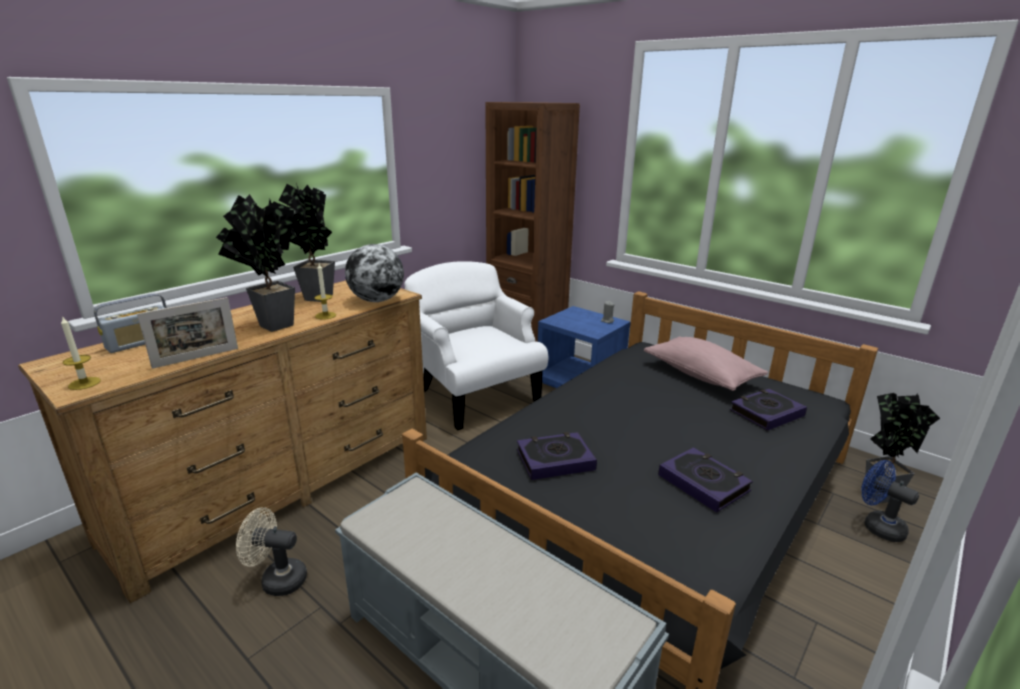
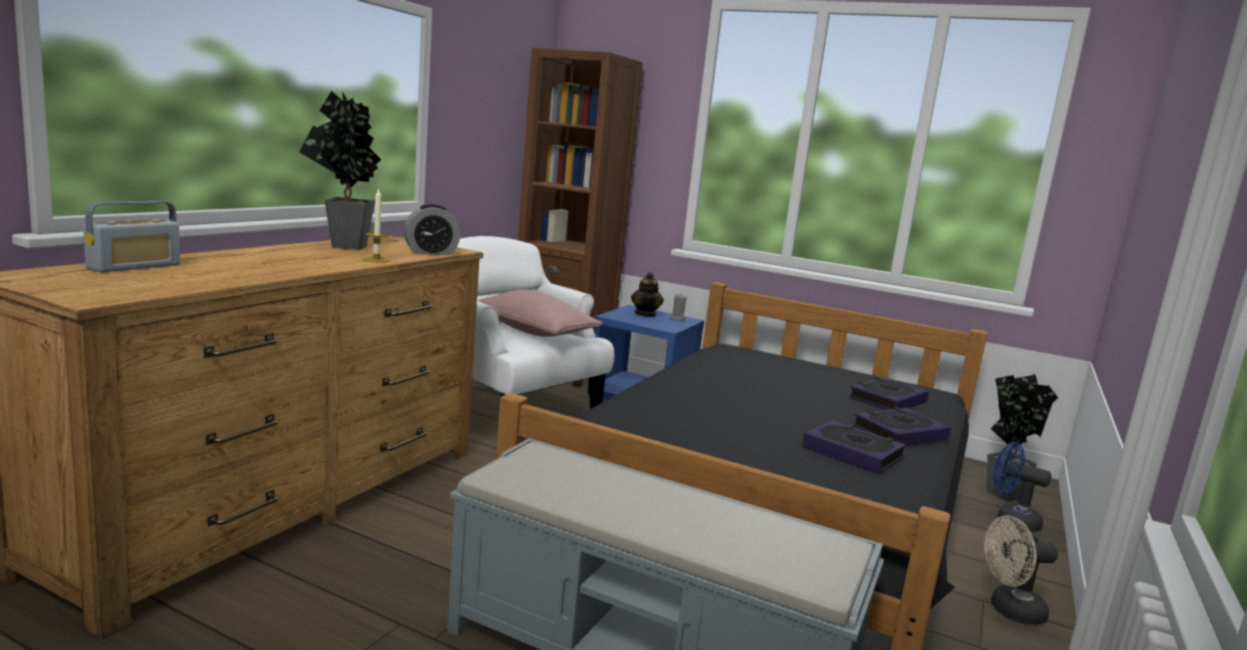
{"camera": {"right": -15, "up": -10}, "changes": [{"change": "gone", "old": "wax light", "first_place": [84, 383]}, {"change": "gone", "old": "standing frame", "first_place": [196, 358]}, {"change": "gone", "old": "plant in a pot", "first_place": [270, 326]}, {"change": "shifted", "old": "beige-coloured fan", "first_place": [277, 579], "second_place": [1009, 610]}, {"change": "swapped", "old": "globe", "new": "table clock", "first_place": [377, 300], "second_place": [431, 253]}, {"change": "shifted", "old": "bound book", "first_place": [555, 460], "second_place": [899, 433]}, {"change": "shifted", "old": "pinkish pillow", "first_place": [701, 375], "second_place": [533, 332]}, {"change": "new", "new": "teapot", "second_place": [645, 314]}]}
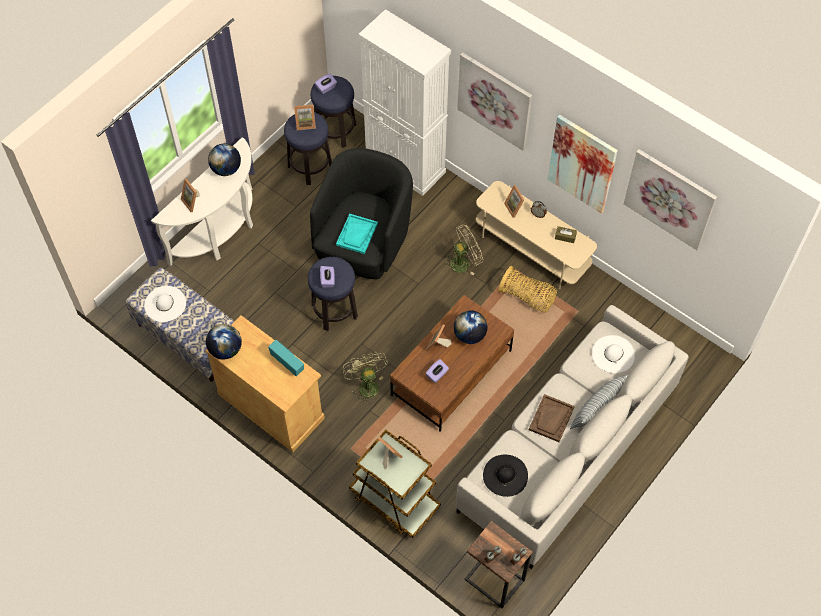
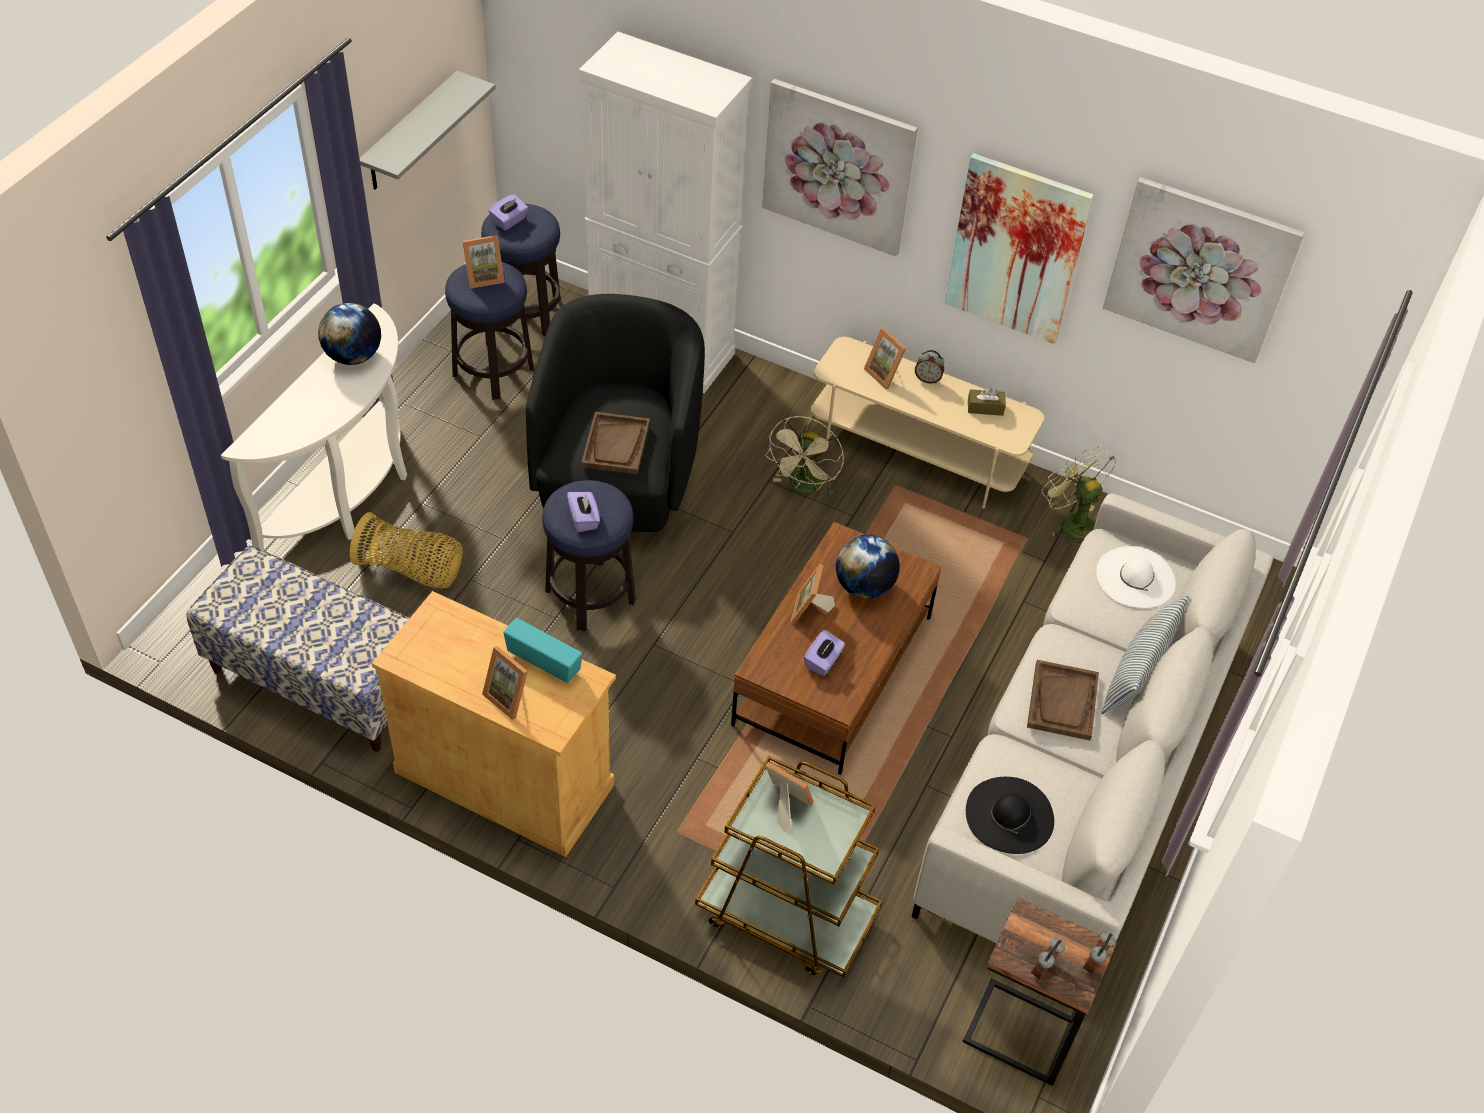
{"camera": {"right": -15, "up": -10}, "changes": [{"change": "gone", "old": "whitish hat", "first_place": [165, 304]}, {"change": "shifted", "old": "standing frame", "first_place": [193, 202], "second_place": [510, 696]}, {"change": "gone", "old": "globe", "first_place": [225, 350]}, {"change": "repainted", "old": "blue-green tray", "new": "brown-coloured tray", "first_place": [357, 234], "second_place": [616, 445]}, {"change": "shifted", "old": "green-coloured fan", "first_place": [366, 385], "second_place": [1071, 521]}, {"change": "rotated", "old": "beige-coloured fan", "first_place": [463, 262], "second_place": [804, 487], "degrees": 150}, {"change": "shifted", "old": "household basket", "first_place": [527, 297], "second_place": [411, 570]}, {"change": "new", "new": "gray bracket shelf", "second_place": [410, 133]}]}
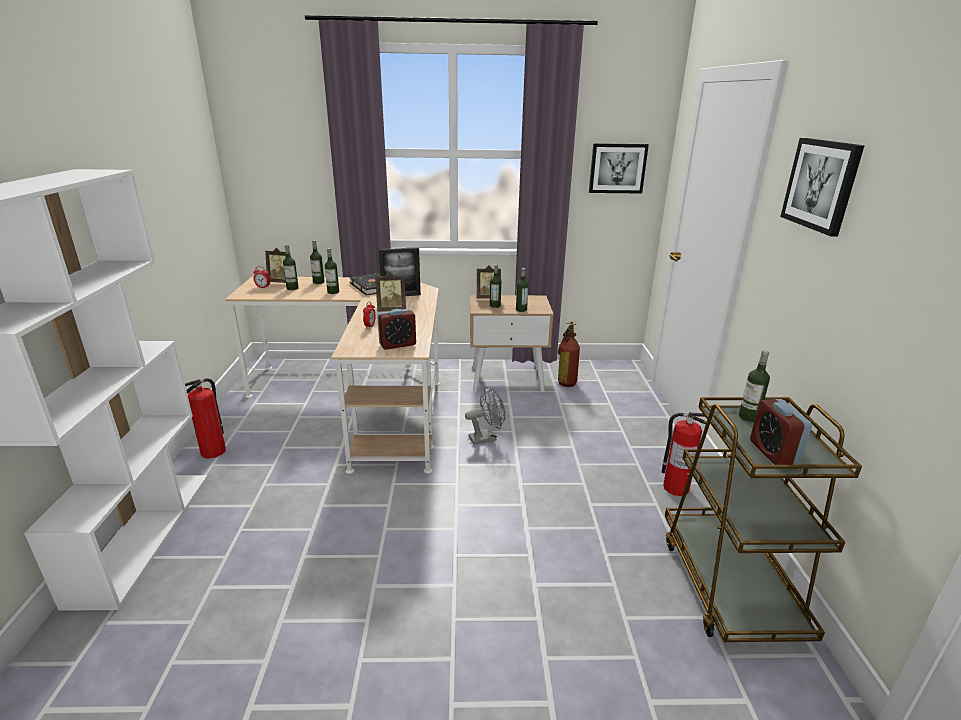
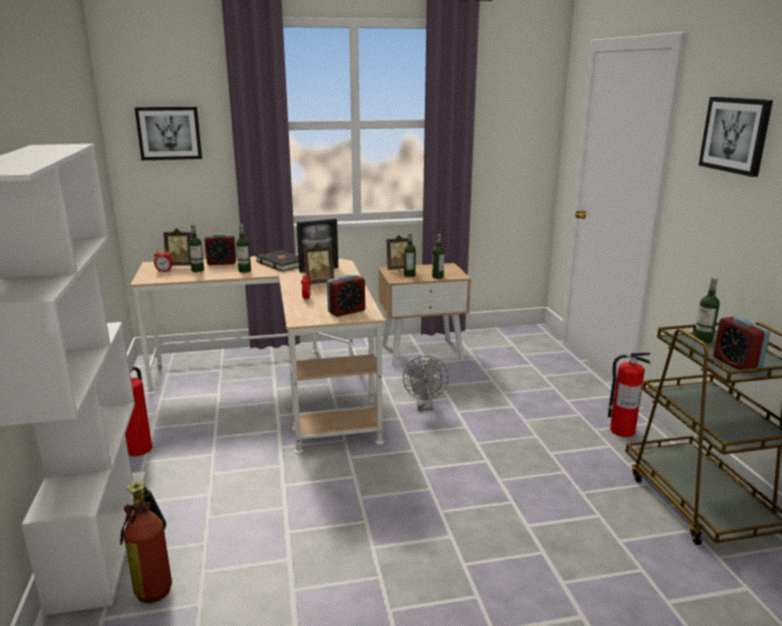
{"camera": {"right": -10, "up": -5}, "changes": [{"change": "swapped", "old": "bottle", "new": "table clock", "first_place": [318, 282], "second_place": [222, 263]}, {"change": "rotated", "old": "gray fan", "first_place": [486, 438], "second_place": [425, 406], "degrees": 120}, {"change": "shifted", "old": "extinguisher", "first_place": [565, 380], "second_place": [155, 581]}, {"change": "shifted", "old": "wall art", "first_place": [617, 168], "second_place": [169, 133]}]}
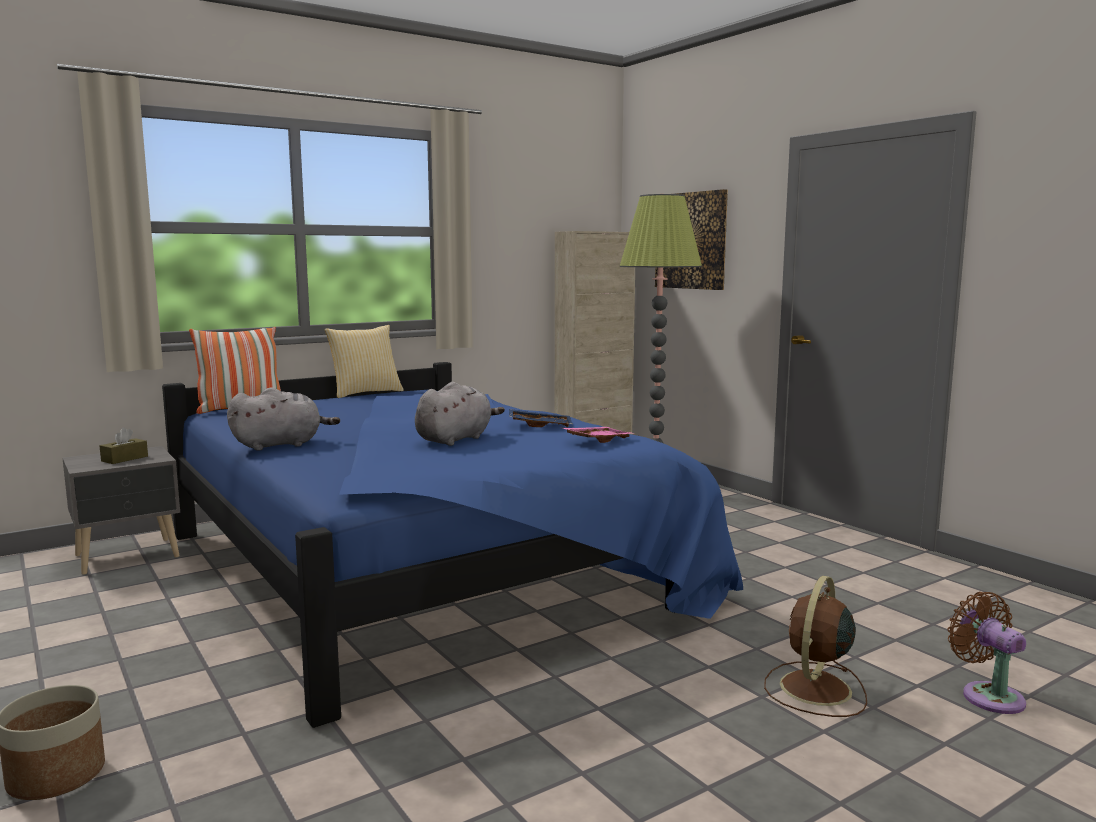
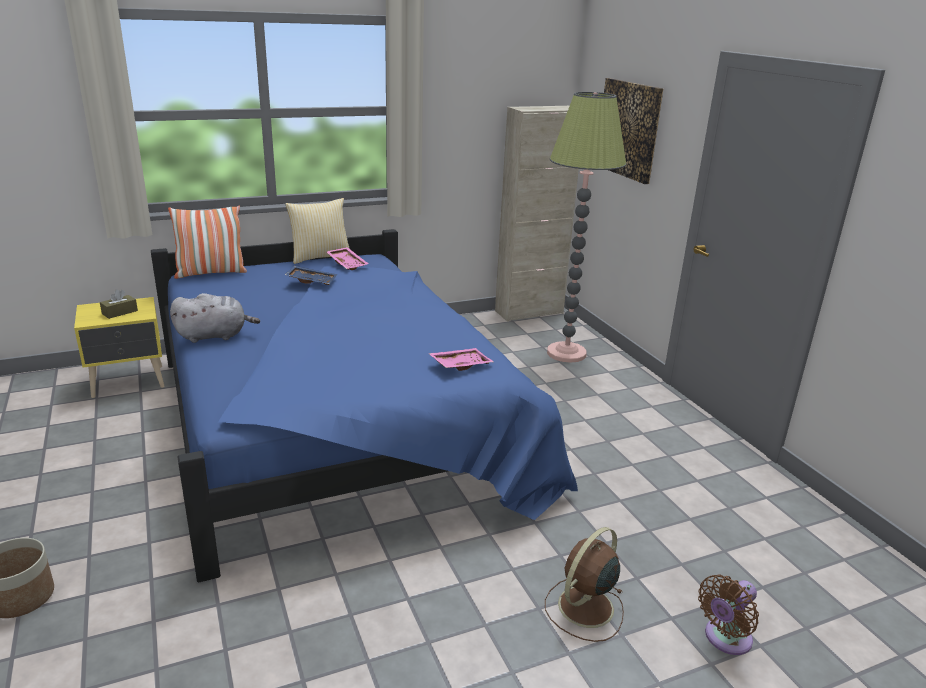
{"camera": {"right": 10, "up": 15}, "changes": [{"change": "repainted", "old": "gray night table", "new": "yellowish night table", "first_place": [129, 556], "second_place": [129, 382]}, {"change": "gone", "old": "gray cuddly toy", "first_place": [456, 439]}, {"change": "shifted", "old": "bluish tray", "first_place": [540, 425], "second_place": [312, 281]}, {"change": "rotated", "old": "brown-coloured fan", "first_place": [988, 695], "second_place": [725, 639], "degrees": -120}, {"change": "new", "new": "pinkish tray", "second_place": [348, 263]}]}
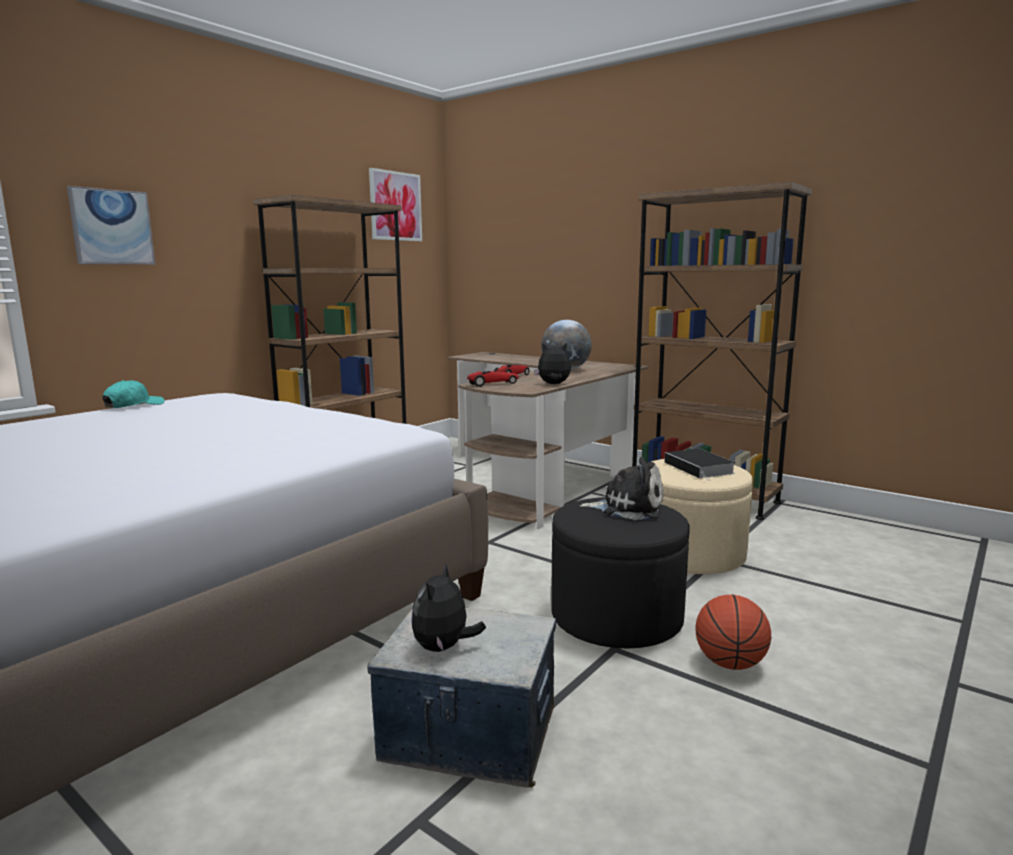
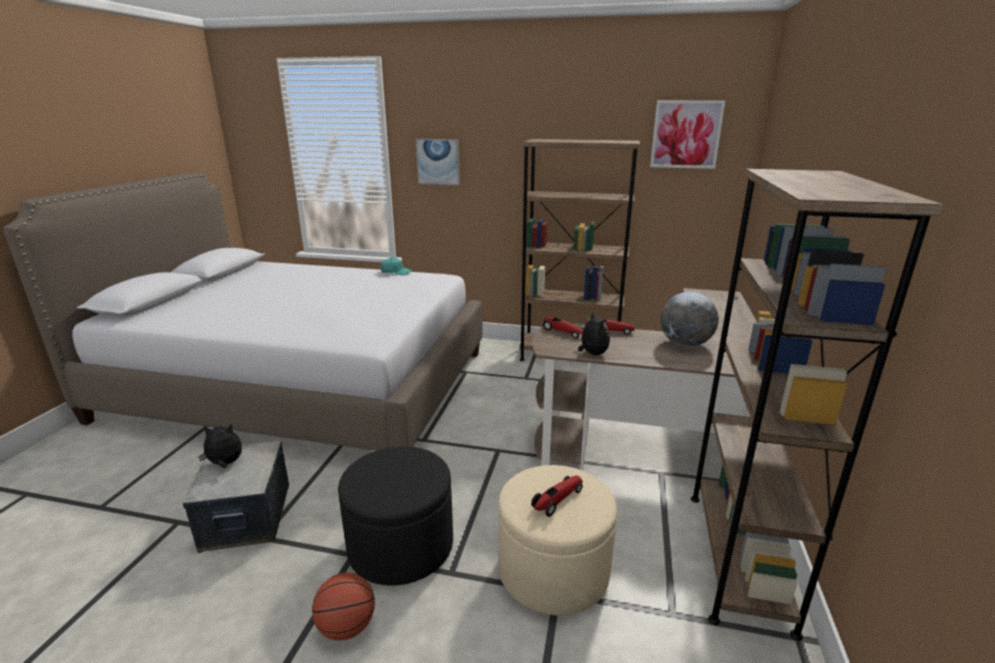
{"camera": {"right": 65, "up": 10}, "changes": [{"change": "gone", "old": "cuddly toy", "first_place": [628, 508]}, {"change": "swapped", "old": "bound book", "new": "toy car", "first_place": [700, 468], "second_place": [557, 500]}]}
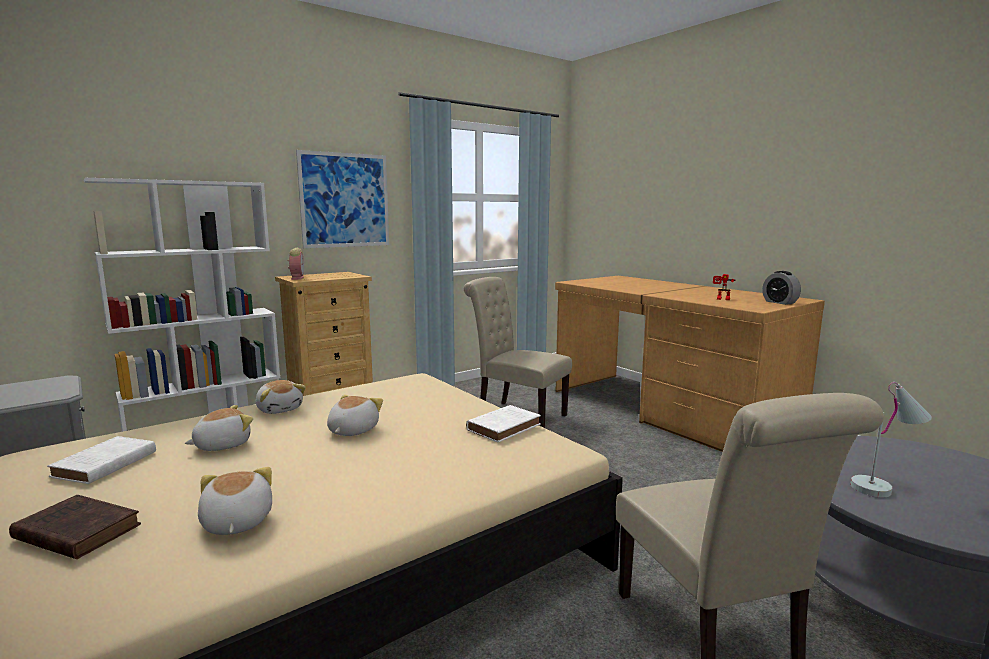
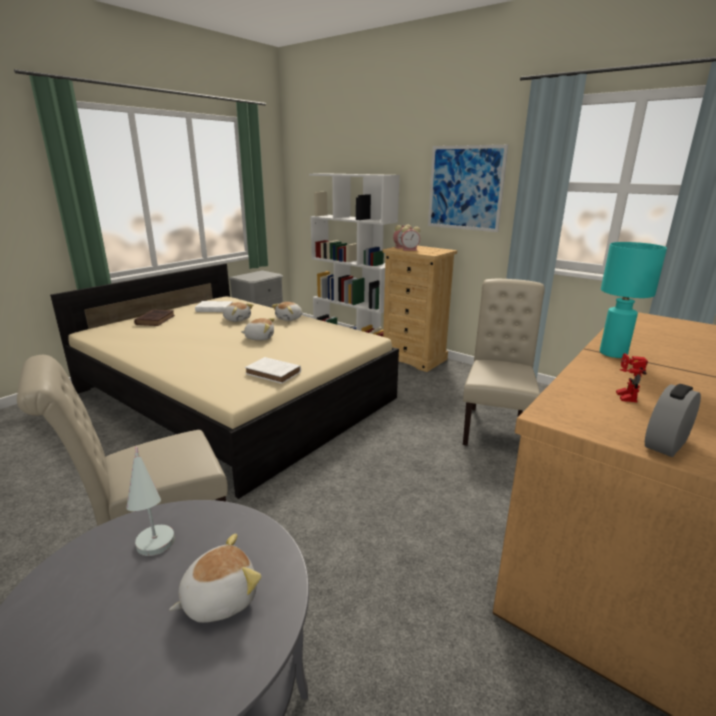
{"camera": {"right": 75, "up": 10}, "changes": [{"change": "shifted", "old": "cuddly toy", "first_place": [236, 523], "second_place": [219, 598]}, {"change": "new", "new": "table clock", "second_place": [410, 250]}, {"change": "new", "new": "blue-green lamp for a table", "second_place": [612, 353]}]}
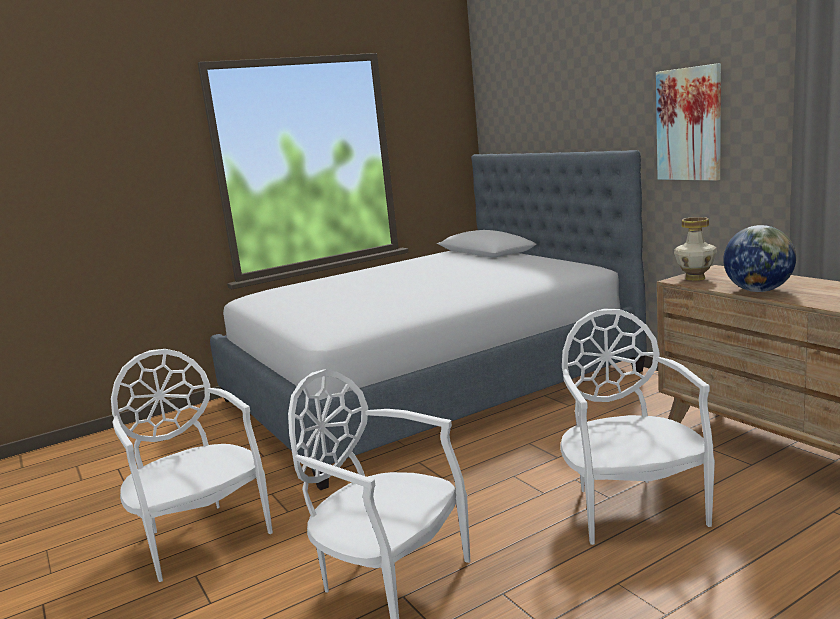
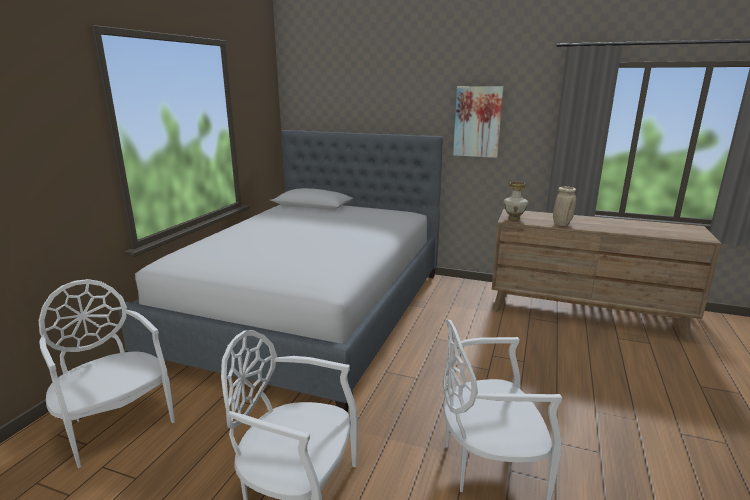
{"camera": {"right": -40, "up": 5}, "changes": [{"change": "shifted", "old": "whitish plain chair", "first_place": [631, 507], "second_place": [117, 424]}, {"change": "swapped", "old": "globe", "new": "beige-coloured decorative vase", "first_place": [758, 290], "second_place": [561, 224]}]}
